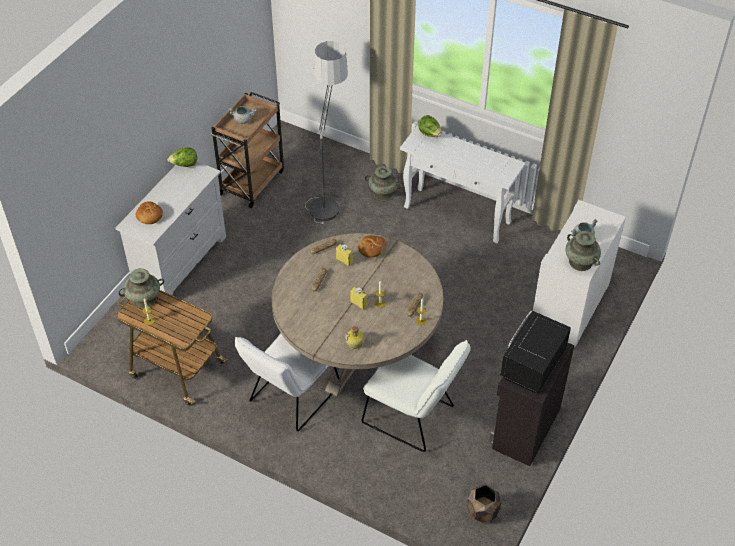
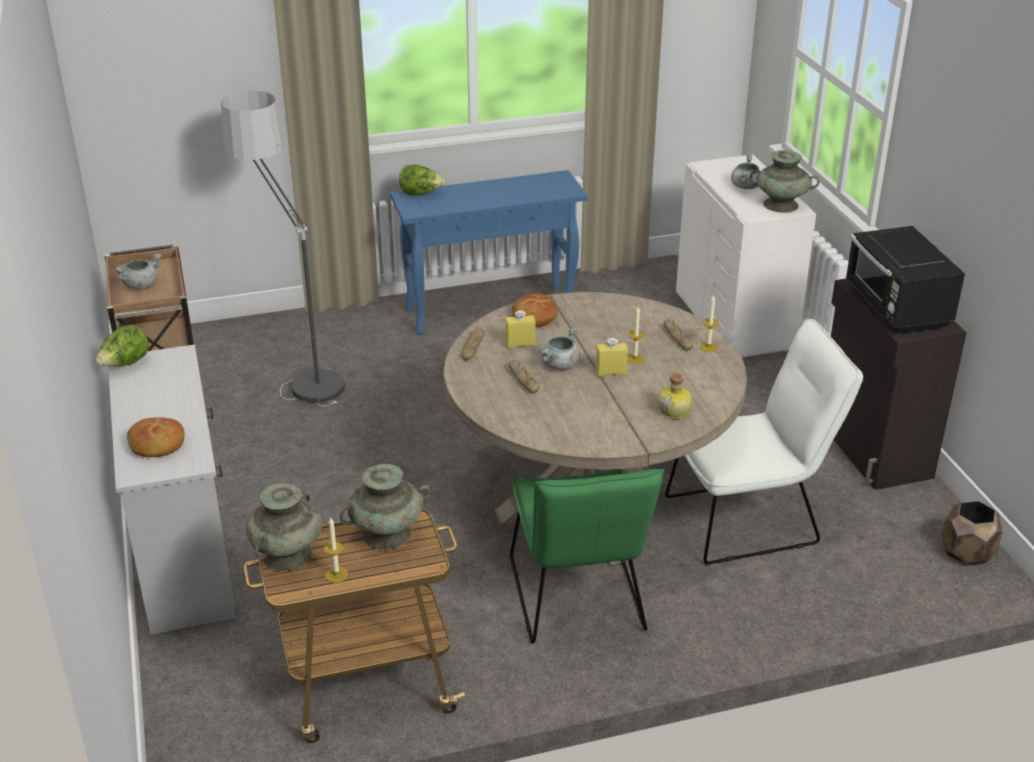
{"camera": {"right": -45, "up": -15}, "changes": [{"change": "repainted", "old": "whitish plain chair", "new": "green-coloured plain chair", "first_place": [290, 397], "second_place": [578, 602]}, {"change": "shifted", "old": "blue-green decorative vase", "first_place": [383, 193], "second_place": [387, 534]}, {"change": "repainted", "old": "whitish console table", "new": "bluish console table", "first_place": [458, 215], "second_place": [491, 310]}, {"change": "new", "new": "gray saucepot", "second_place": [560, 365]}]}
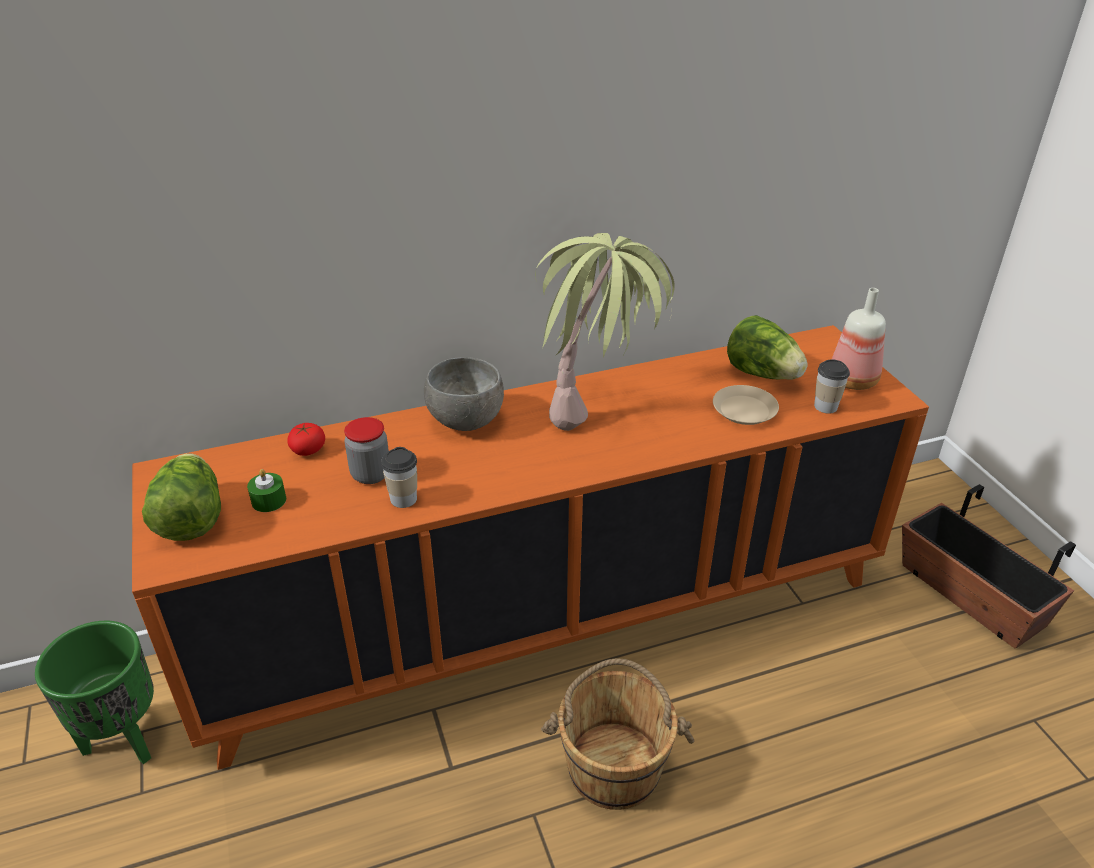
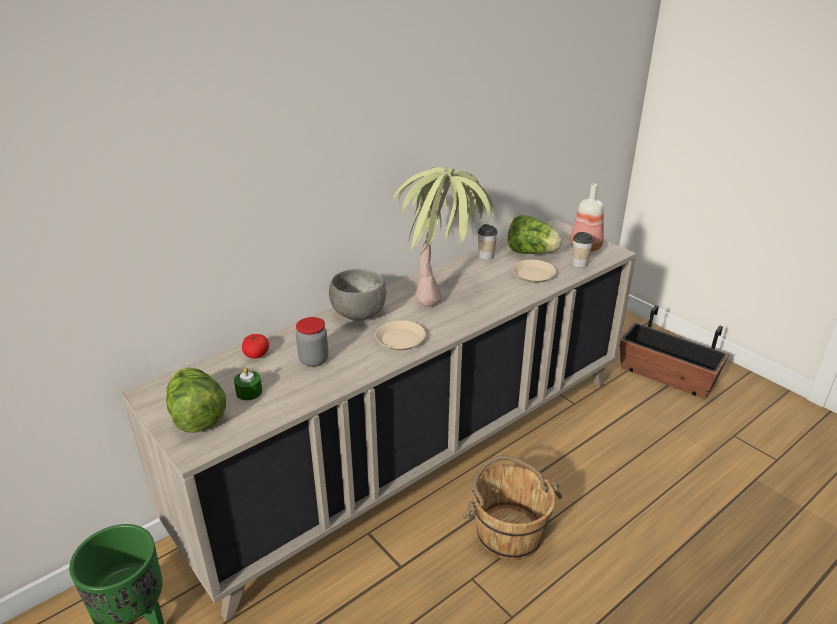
{"camera": {"right": -20, "up": -5}, "changes": [{"change": "repainted", "old": "orangey storage cabinet", "new": "beige-coloured storage cabinet", "first_place": [546, 620], "second_place": [418, 455]}, {"change": "shifted", "old": "cup", "first_place": [403, 499], "second_place": [486, 256]}, {"change": "new", "new": "beige-coloured plate", "second_place": [400, 339]}]}
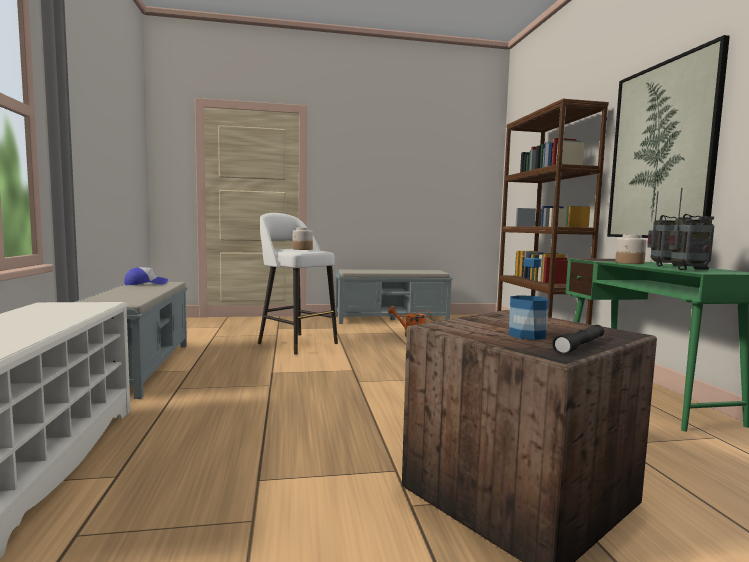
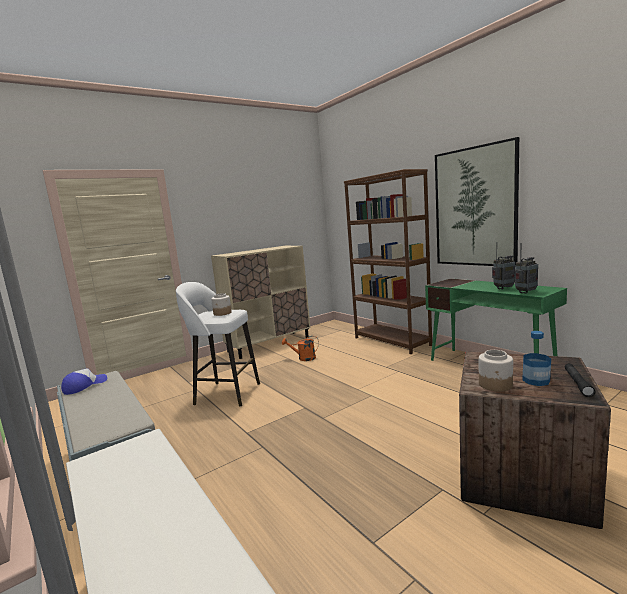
{"camera": {"right": -25, "up": 5}, "changes": [{"change": "swapped", "old": "gray long seat", "new": "beige-coloured storage cabinet", "first_place": [392, 319], "second_place": [269, 344]}, {"change": "shifted", "old": "jar", "first_place": [629, 263], "second_place": [495, 385]}]}
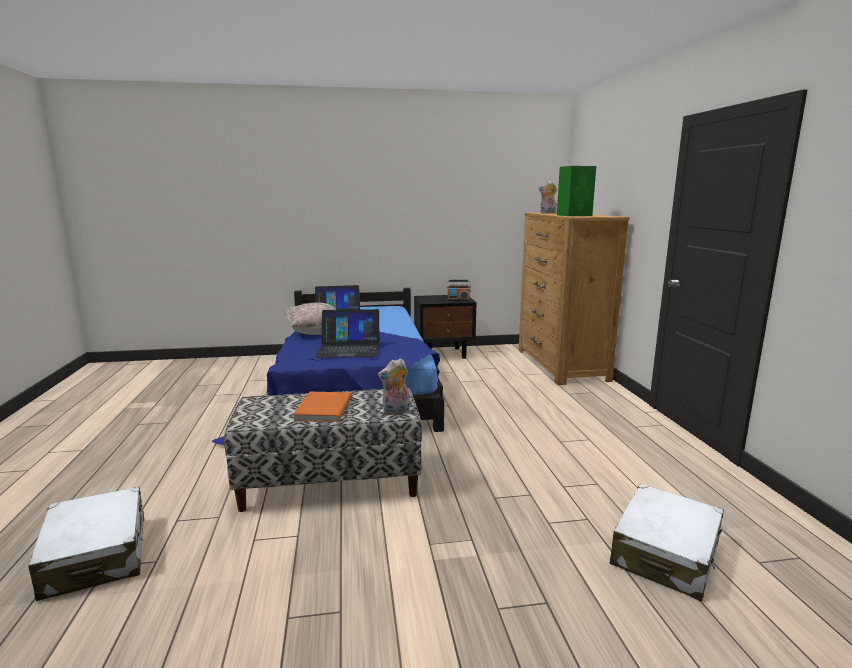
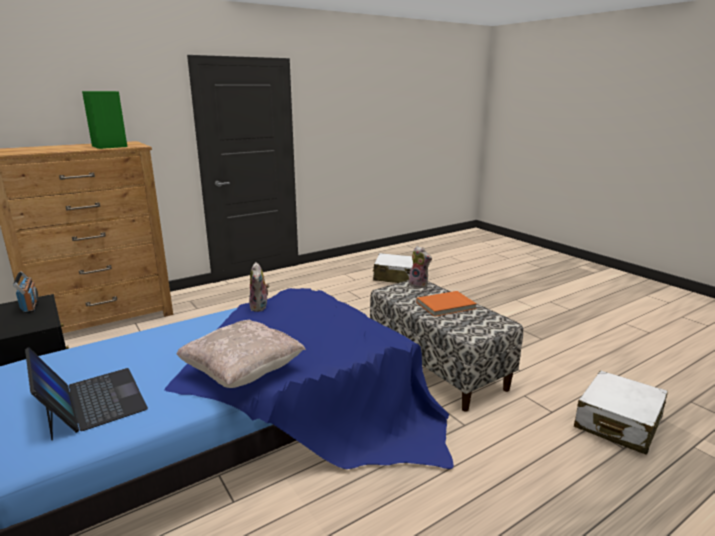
{"camera": {"right": -115, "up": 5}, "changes": [{"change": "gone", "old": "portable computer", "first_place": [349, 349]}, {"change": "shifted", "old": "cuddly toy", "first_place": [547, 213], "second_place": [260, 307]}]}
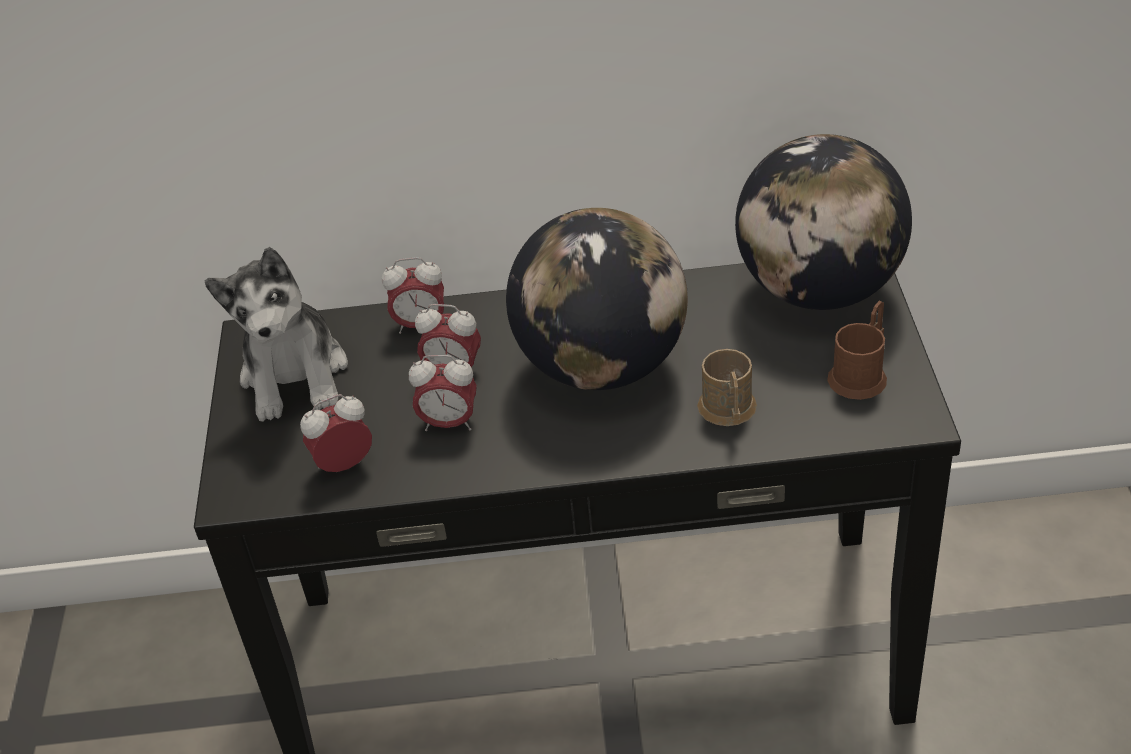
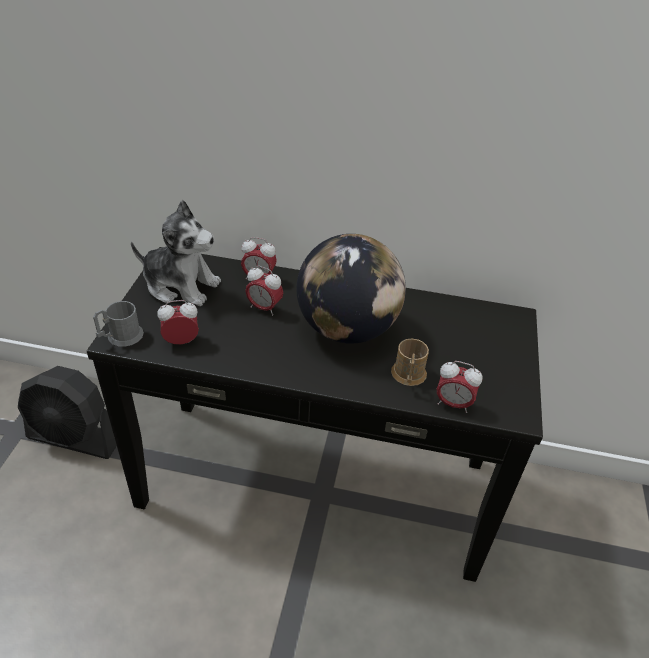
{"camera": {"right": 10, "up": 0}, "changes": [{"change": "rotated", "old": "cuddly toy", "first_place": [295, 375], "second_place": [181, 285], "degrees": -75}, {"change": "shifted", "old": "table clock", "first_place": [449, 423], "second_place": [453, 404]}, {"change": "gone", "old": "globe", "first_place": [819, 290]}, {"change": "gone", "old": "brown-coloured tea mug", "first_place": [861, 373]}, {"change": "new", "new": "black-coloured fan", "second_place": [75, 437]}, {"change": "new", "new": "gray tea mug", "second_place": [120, 337]}]}
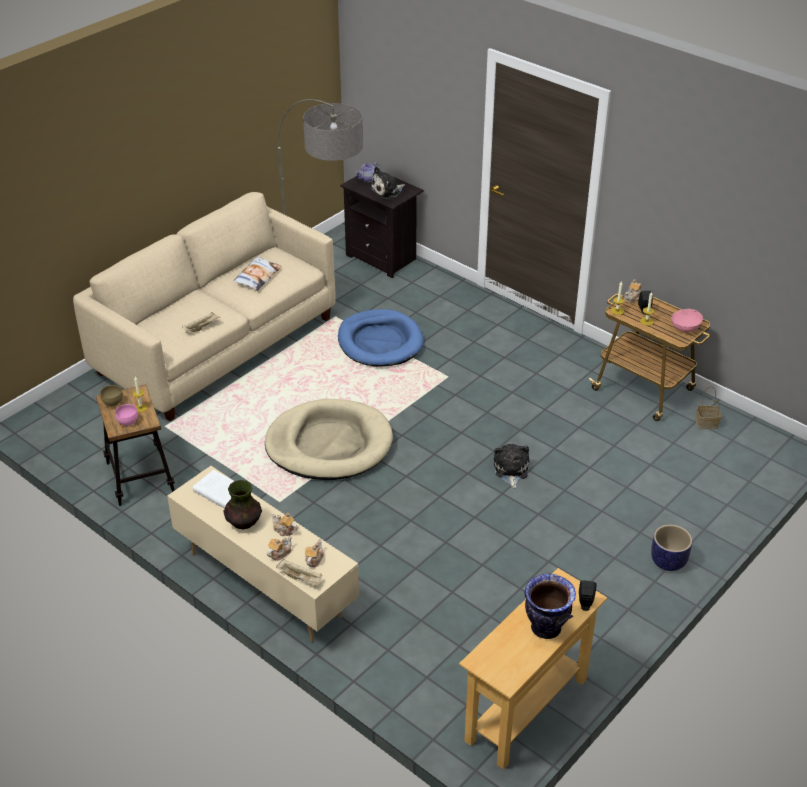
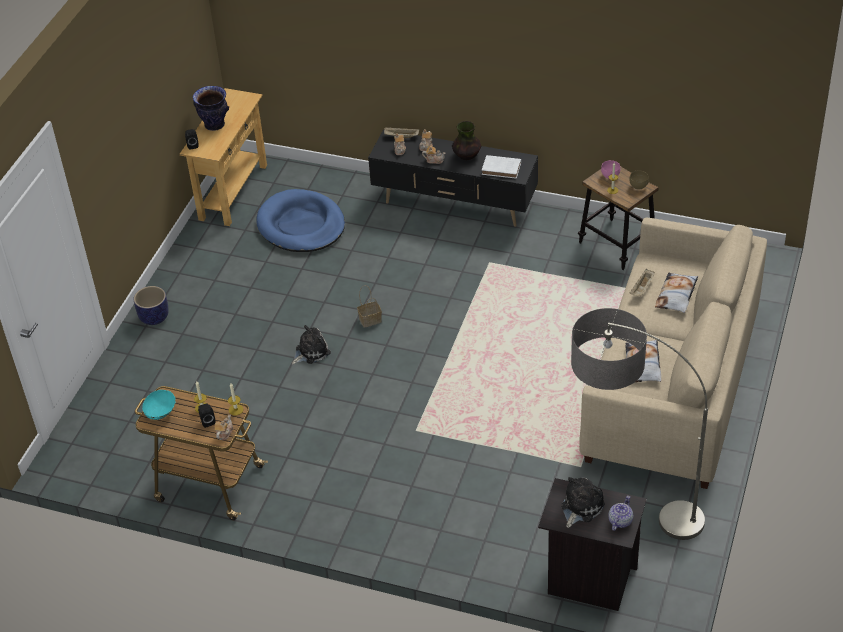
{"camera": {"right": 160, "up": 5}, "changes": [{"change": "repainted", "old": "beige-coloured tv unit", "new": "black-coloured tv unit", "first_place": [265, 584], "second_place": [455, 205]}, {"change": "gone", "old": "beige-coloured pet bed", "first_place": [329, 444]}, {"change": "shifted", "old": "bluish pet bed", "first_place": [380, 342], "second_place": [301, 225]}, {"change": "rotated", "old": "cuddly toy", "first_place": [510, 470], "second_place": [310, 351], "degrees": -105}, {"change": "repainted", "old": "pinkish serving bowl", "new": "blue-green serving bowl", "first_place": [685, 327], "second_place": [161, 412]}, {"change": "shifted", "old": "household basket", "first_place": [706, 424], "second_place": [370, 319]}, {"change": "new", "new": "pillow", "second_place": [677, 296]}]}
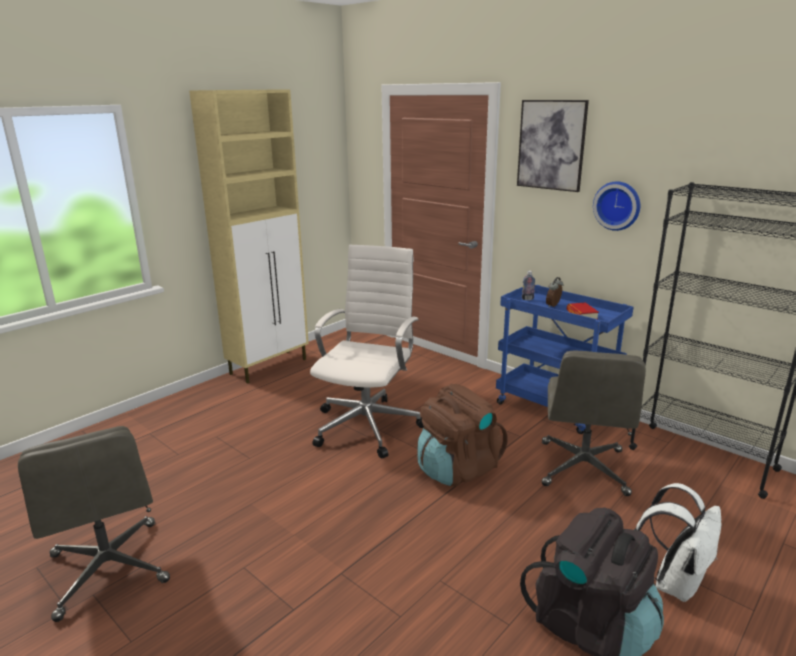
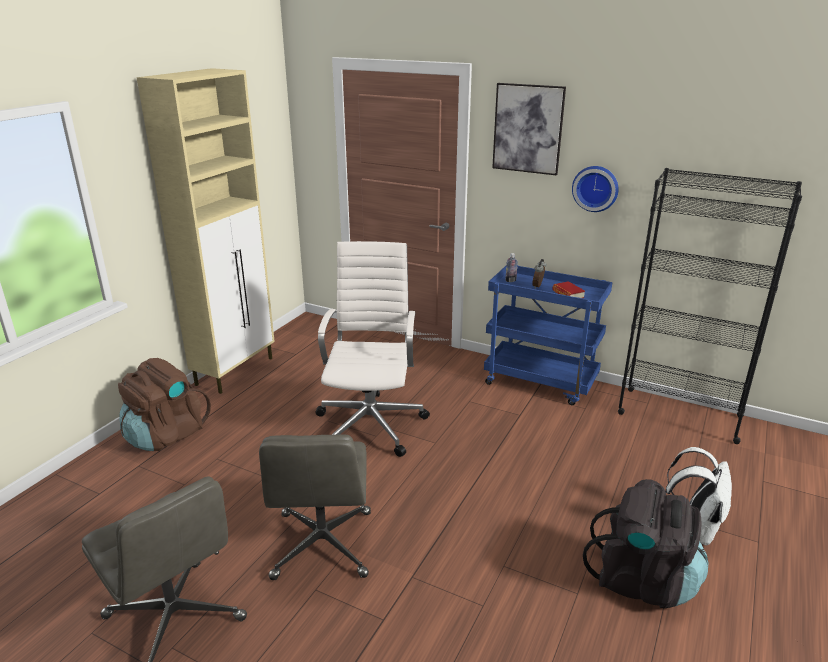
{"camera": {"right": -15, "up": 5}, "changes": [{"change": "shifted", "old": "brown-coloured backpack", "first_place": [457, 468], "second_place": [166, 434]}, {"change": "shifted", "old": "gray office chair", "first_place": [583, 469], "second_place": [323, 545]}]}
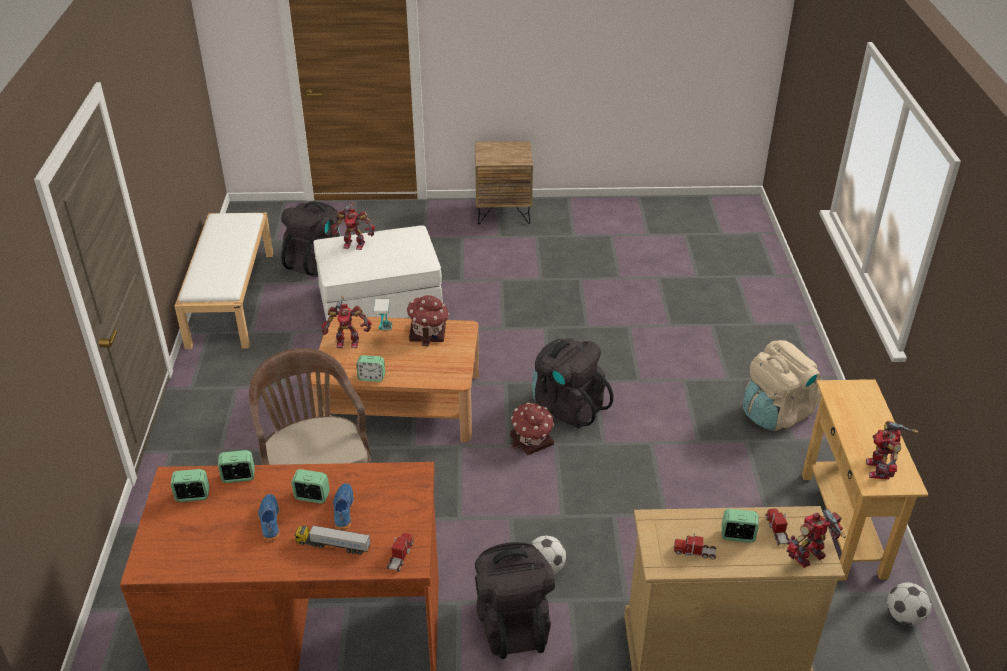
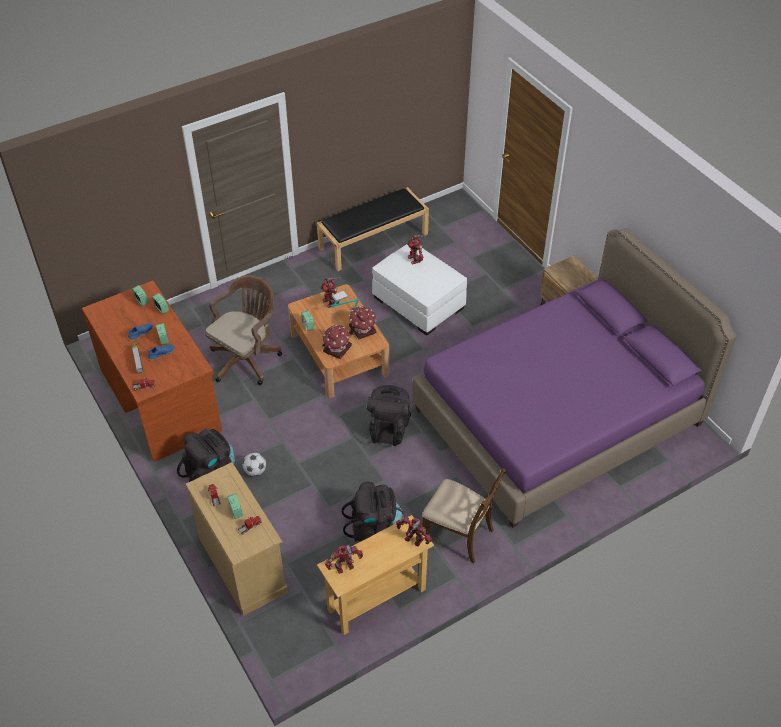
{"camera": {"right": 60, "up": 10}, "changes": [{"change": "repainted", "old": "whitish long seat", "new": "black-coloured long seat", "first_place": [231, 298], "second_place": [373, 240]}, {"change": "shifted", "old": "black-coloured backpack", "first_place": [316, 261], "second_place": [374, 527]}, {"change": "shifted", "old": "toy house", "first_place": [532, 441], "second_place": [337, 349]}, {"change": "swapped", "old": "beige-coloured backpack", "new": "brown-coloured plain chair", "first_place": [776, 413], "second_place": [459, 535]}, {"change": "shifted", "old": "toy robot", "first_place": [809, 557], "second_place": [413, 540]}, {"change": "gone", "old": "football", "first_place": [904, 616]}, {"change": "new", "new": "purplish bedroom bed", "second_place": [557, 416]}]}
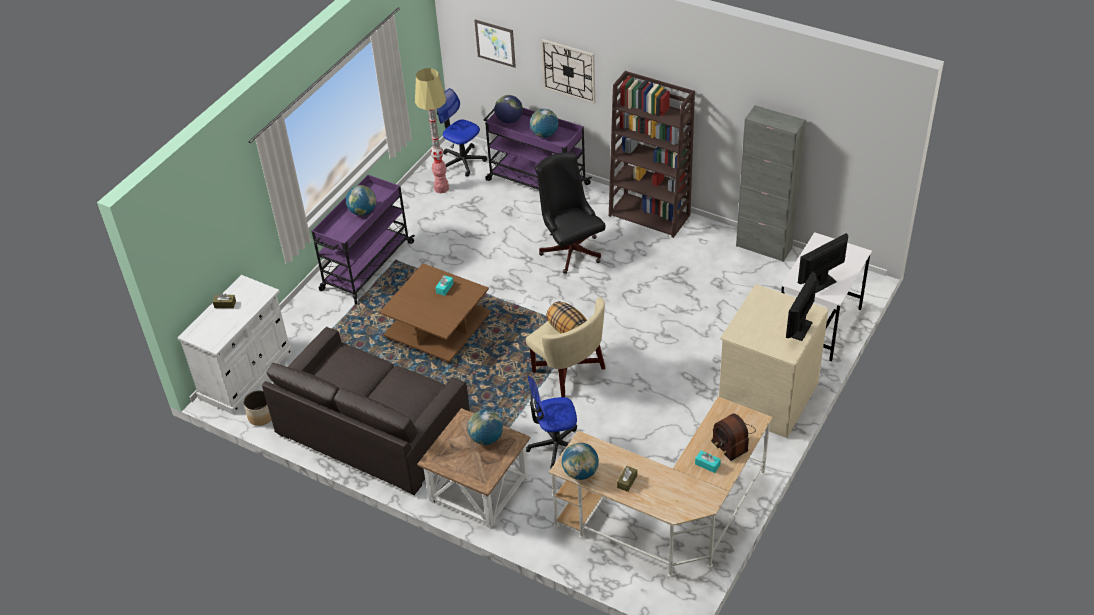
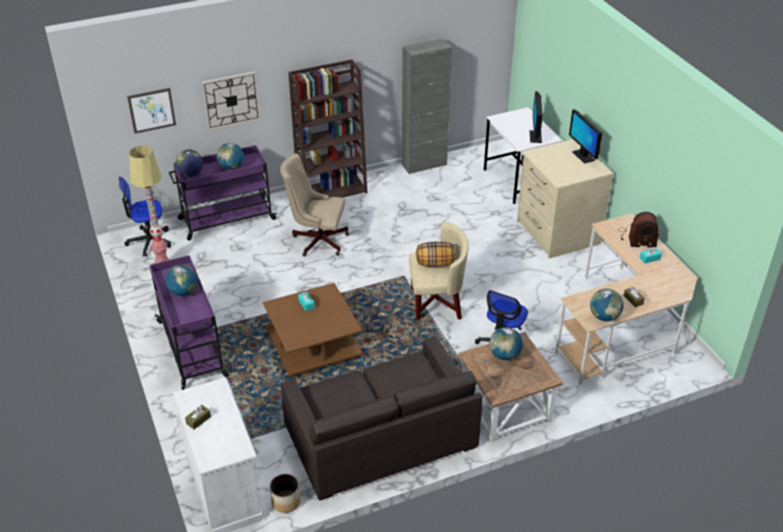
{"camera": {"right": -55, "up": -5}, "changes": [{"change": "repainted", "old": "black-coloured office chair", "new": "beige-coloured office chair", "first_place": [570, 249], "second_place": [317, 240]}]}
